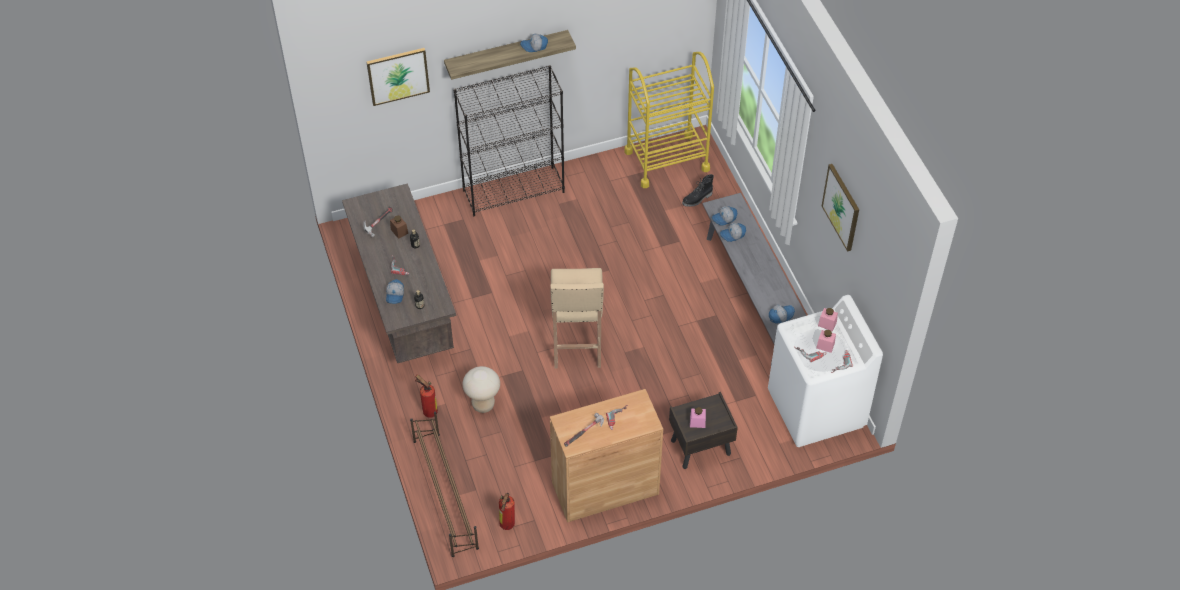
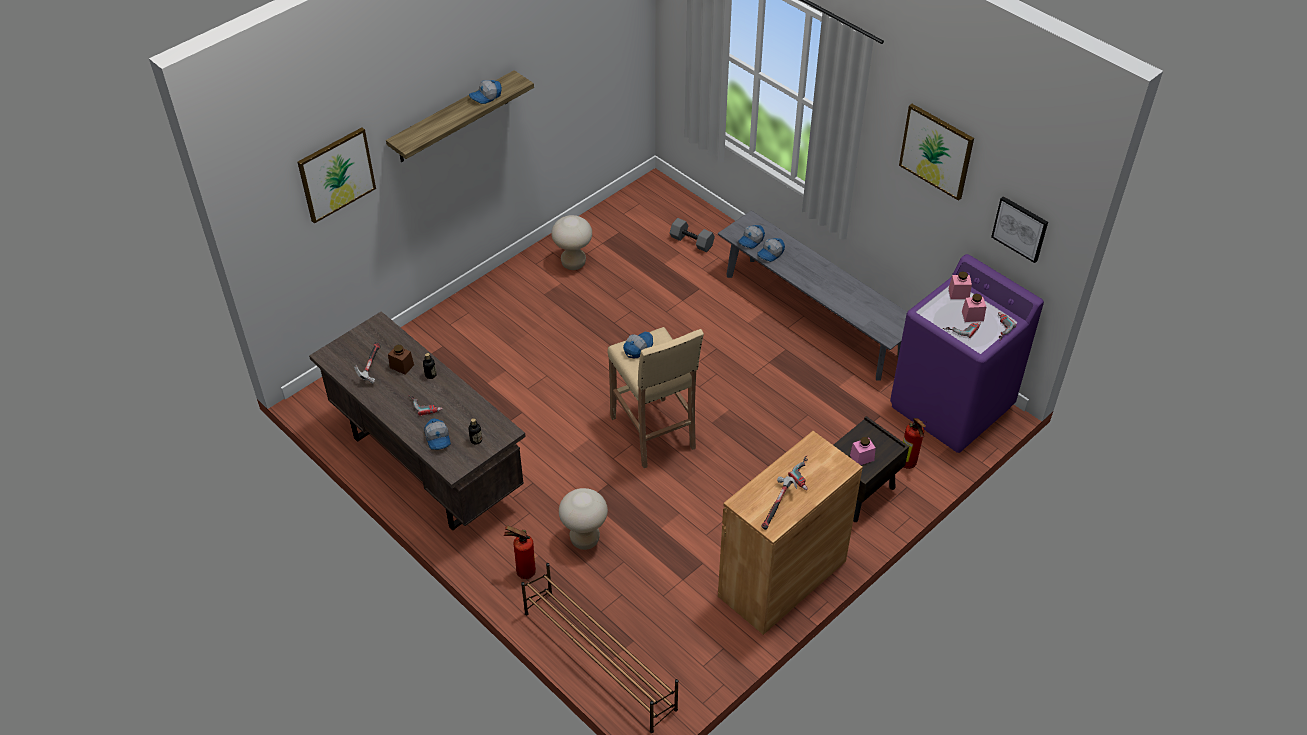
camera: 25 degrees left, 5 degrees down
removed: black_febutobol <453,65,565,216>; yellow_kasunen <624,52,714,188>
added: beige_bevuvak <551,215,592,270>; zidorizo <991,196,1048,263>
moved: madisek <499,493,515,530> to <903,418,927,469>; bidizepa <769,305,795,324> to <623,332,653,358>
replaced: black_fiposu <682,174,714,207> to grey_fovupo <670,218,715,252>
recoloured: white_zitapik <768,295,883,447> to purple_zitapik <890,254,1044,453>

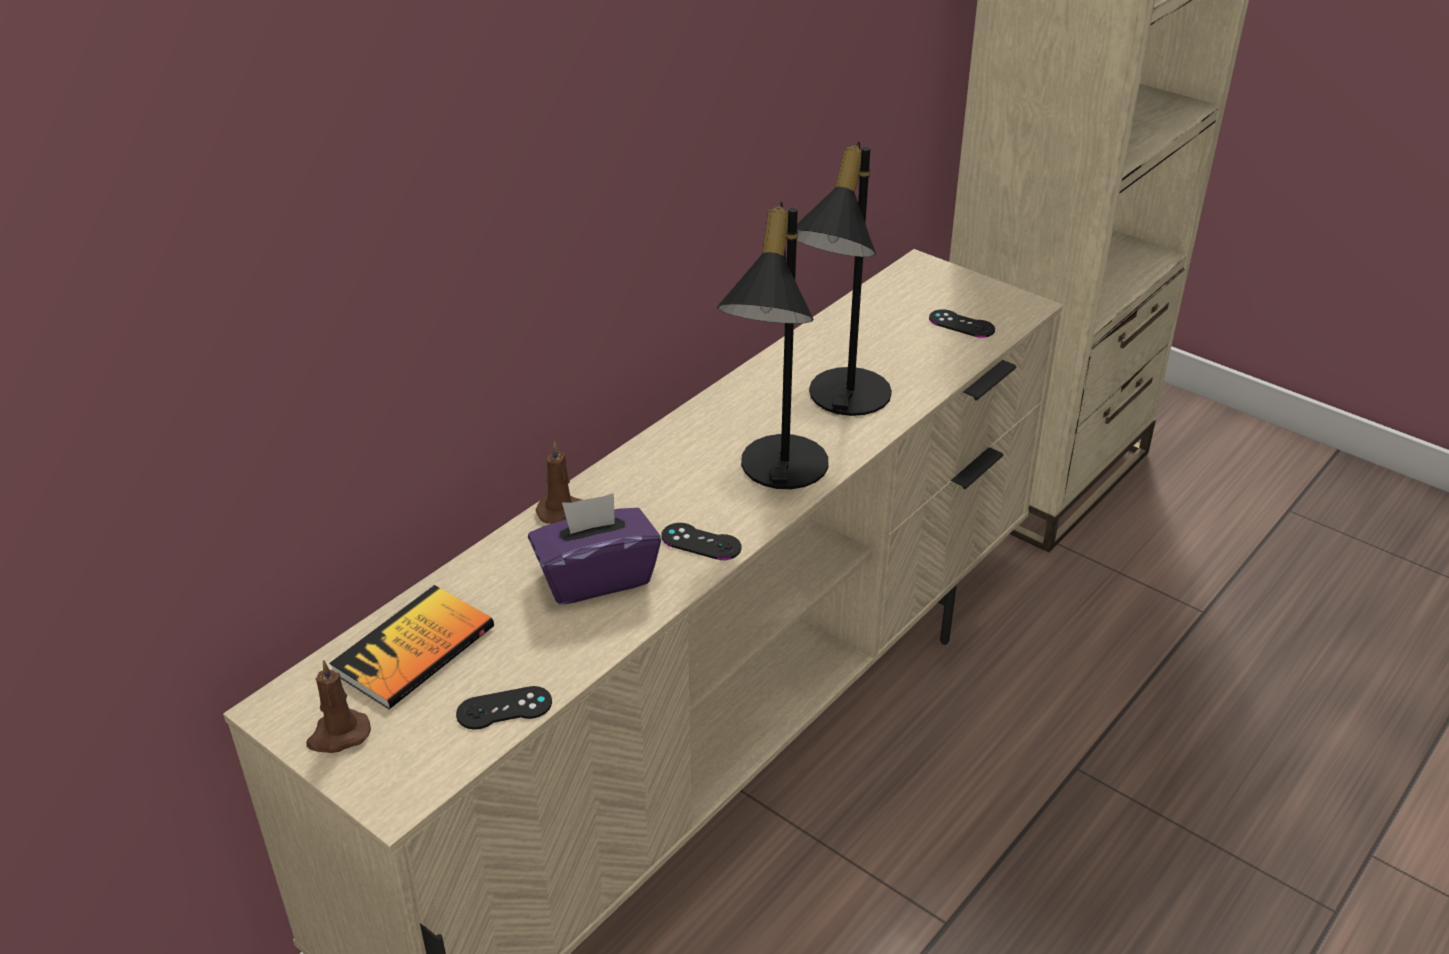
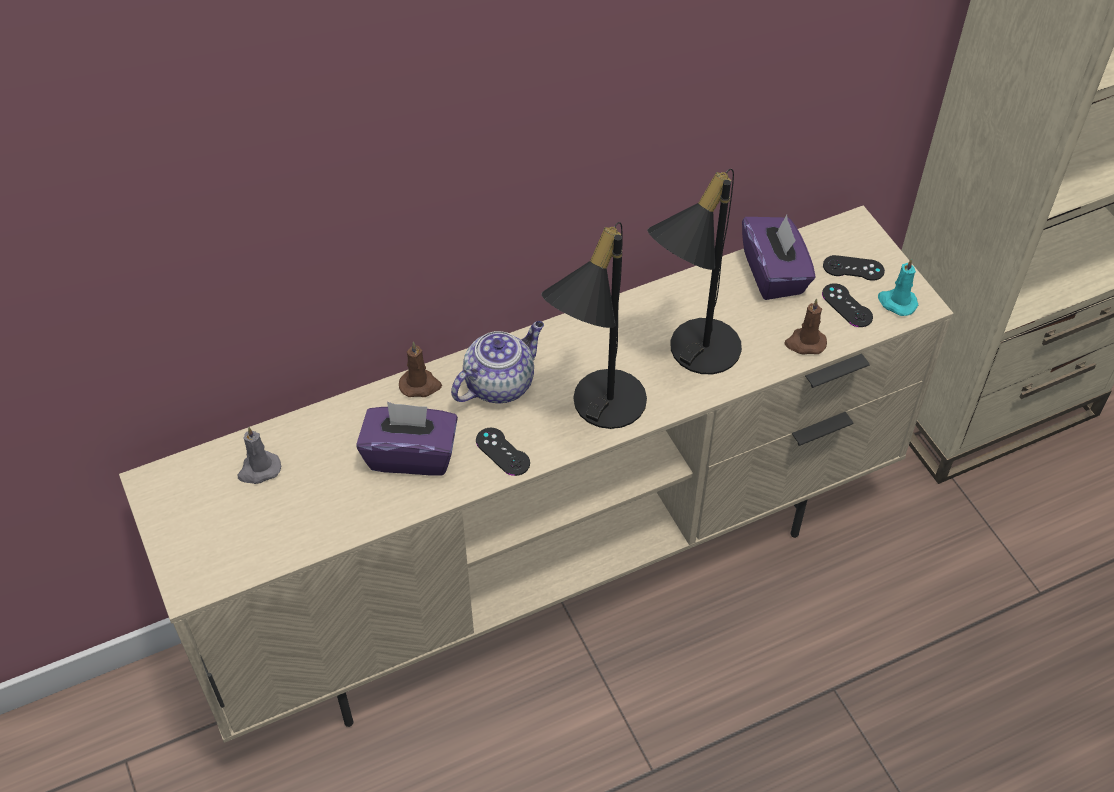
camera: 25 degrees right, 15 degrees up
added: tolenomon <451,321,544,403>; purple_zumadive <742,215,815,300>; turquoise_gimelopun <878,258,918,316>
moved: brown_gimelopun <306,660,371,753> to <784,298,827,355>; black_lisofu <456,686,552,730> to <823,255,885,281>
replaced: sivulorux <329,585,494,709> to grey_gimelopun <238,427,281,484>

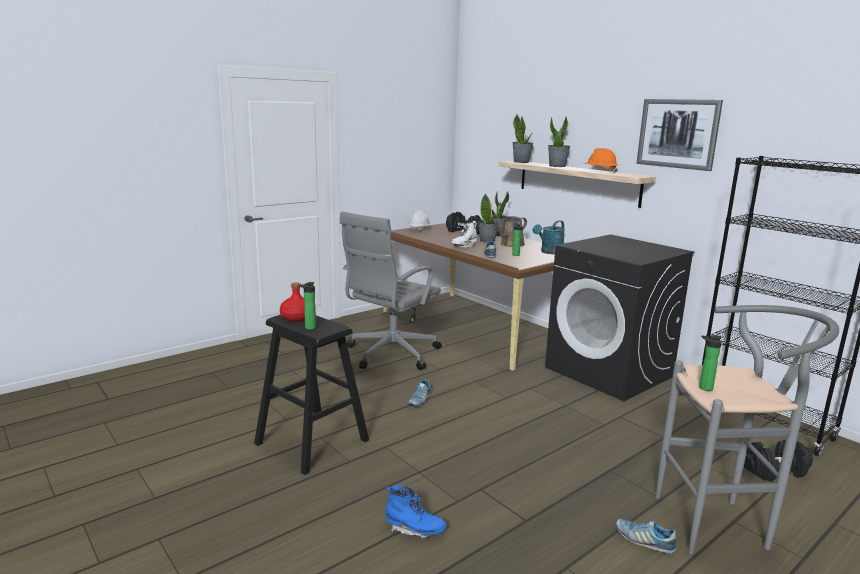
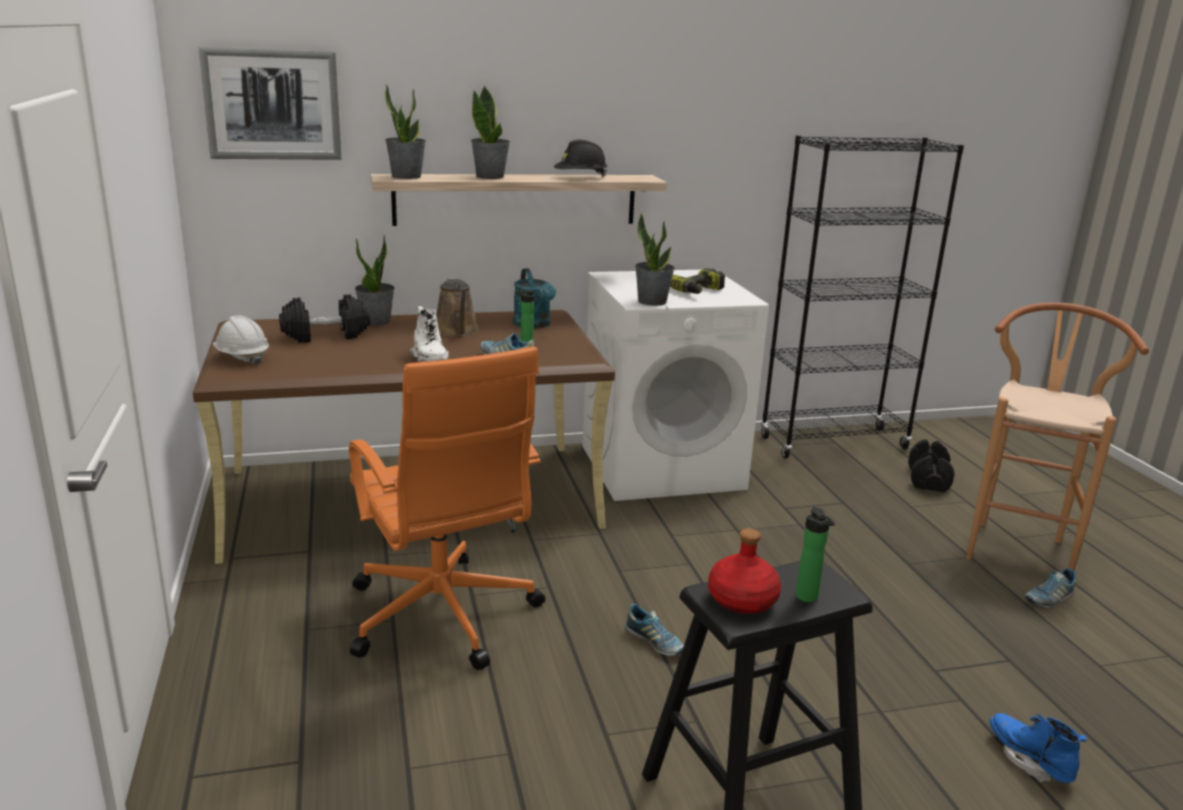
camera: 65 degrees left, 5 degrees up
removed: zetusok <699,335,722,391>
added: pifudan <670,268,725,294>
moved: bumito <478,194,499,243> to <635,213,675,306>; zidorizo <636,99,723,171> to <198,47,341,160>
recoloured: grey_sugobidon <339,211,442,370> to orange_sugobidon <349,347,545,670>; black_zitapik <545,234,695,401> to white_zitapik <582,269,769,501>; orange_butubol <584,148,618,173> to black_butubol <554,140,608,177>; grey_bevuvak <656,305,839,554> to brown_bevuvak <966,302,1149,570>
turned: blue_fiposu <386,484,447,538> = <989,713,1086,783> 75 degrees counterclockwise

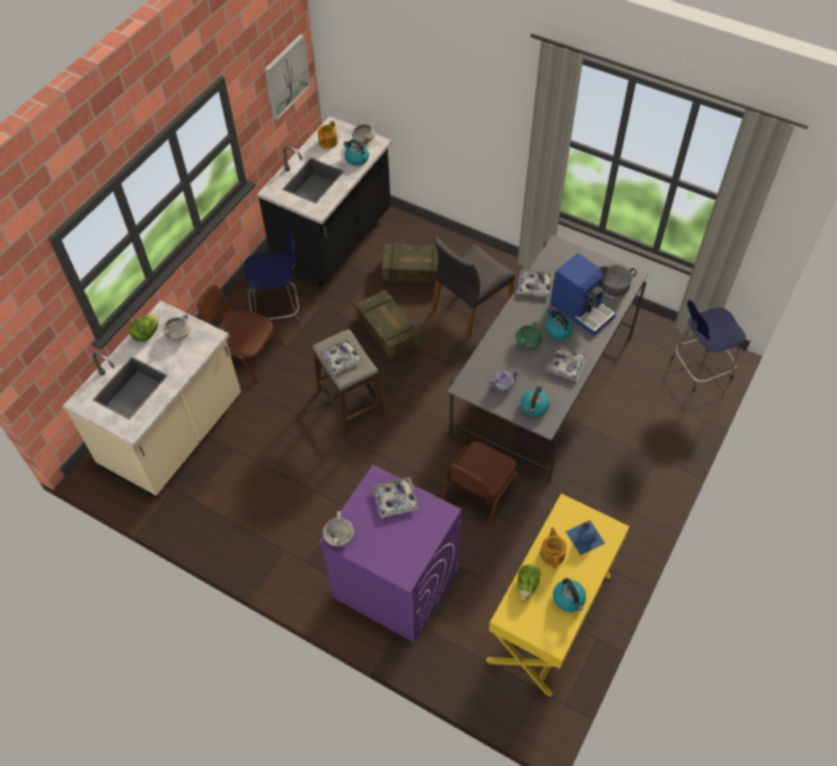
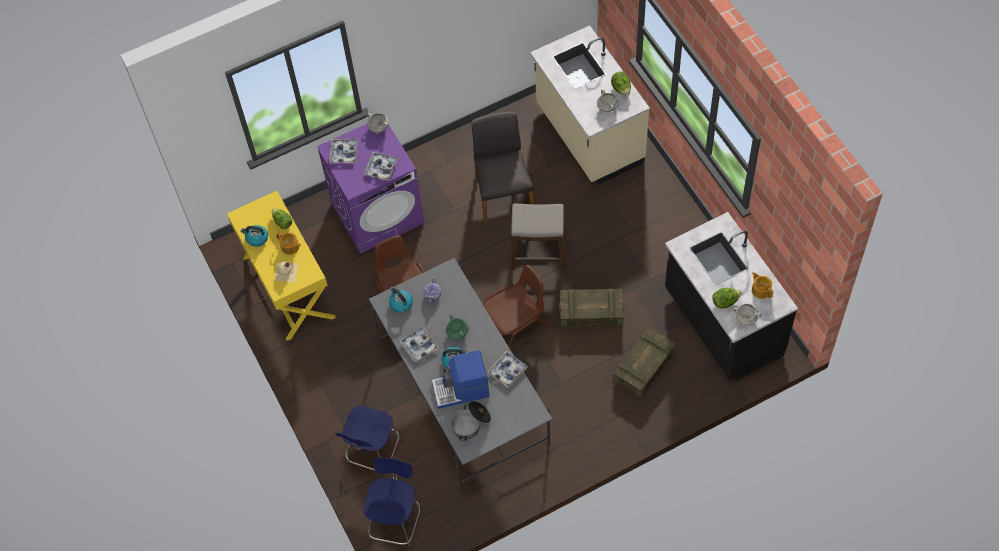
camera: 125 degrees right, 5 degrees up
removed: zidorizo <265,34,310,120>
moved: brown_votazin <197,284,283,383> to <483,264,548,348>; blue_bevuvak <244,228,300,324> to <335,405,402,478>; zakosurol <319,338,363,374> to <329,139,358,163>; grey_votazin <432,236,515,339> to <471,112,534,223>
replaced: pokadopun <343,139,369,166> to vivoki <713,288,742,309>
recoloured: blue_zetusok <565,520,605,555> to beige_zetusok <274,262,299,282>

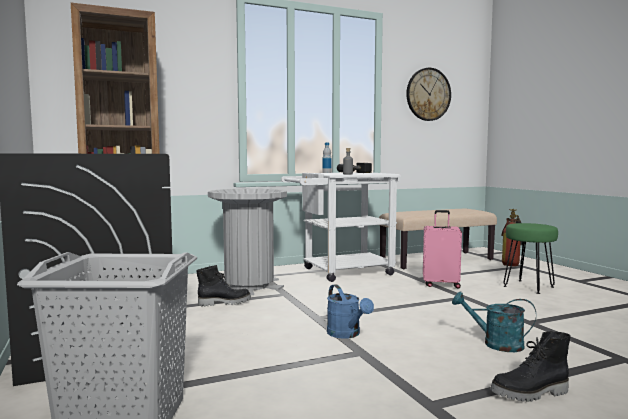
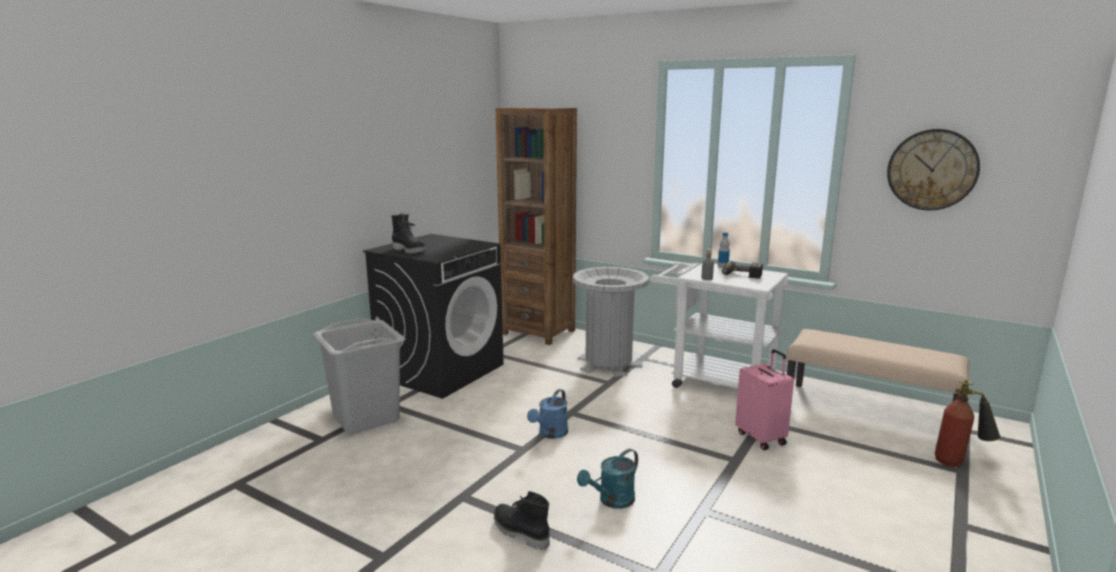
camera: 55 degrees right, 10 degrees up
removed: green_bevuvak <503,223,558,294>
moved: black_fiposu <196,265,251,306> to <391,214,426,254>
turned: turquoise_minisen <452,292,536,352> = <577,449,638,509> 120 degrees counterclockwise

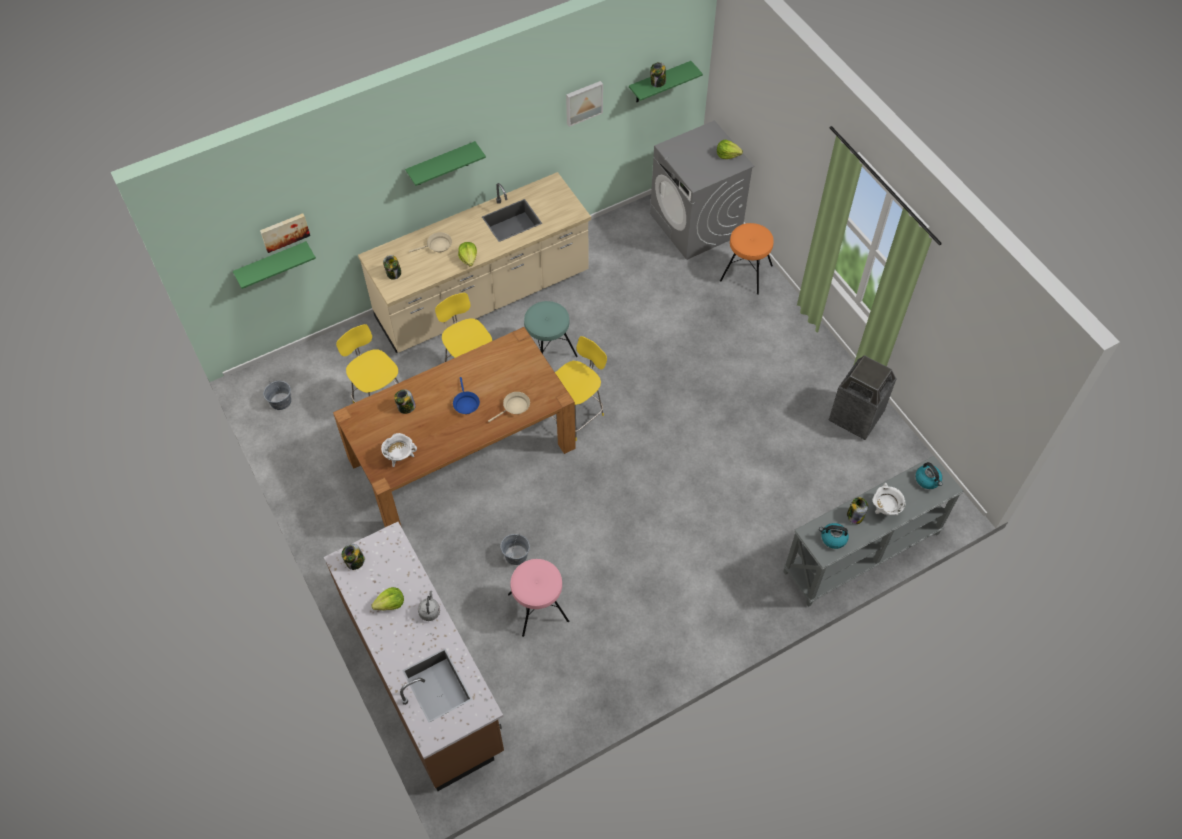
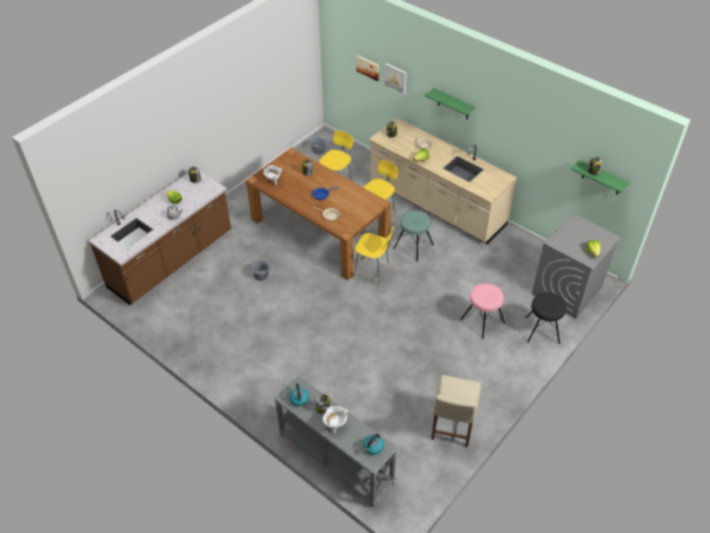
camera: 70 degrees right, 10 degrees down
removed: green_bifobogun <233,241,316,289>
moved: pink_bevuvak <508,559,569,637> to <460,283,505,339>; zidorizo <566,81,603,127> to <384,63,407,95>
replaced: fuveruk <829,355,897,440> to beige_votazin <431,375,481,447>
recoloured: orange_bevuvak <720,223,774,295> to black_bevuvak <525,292,566,344>

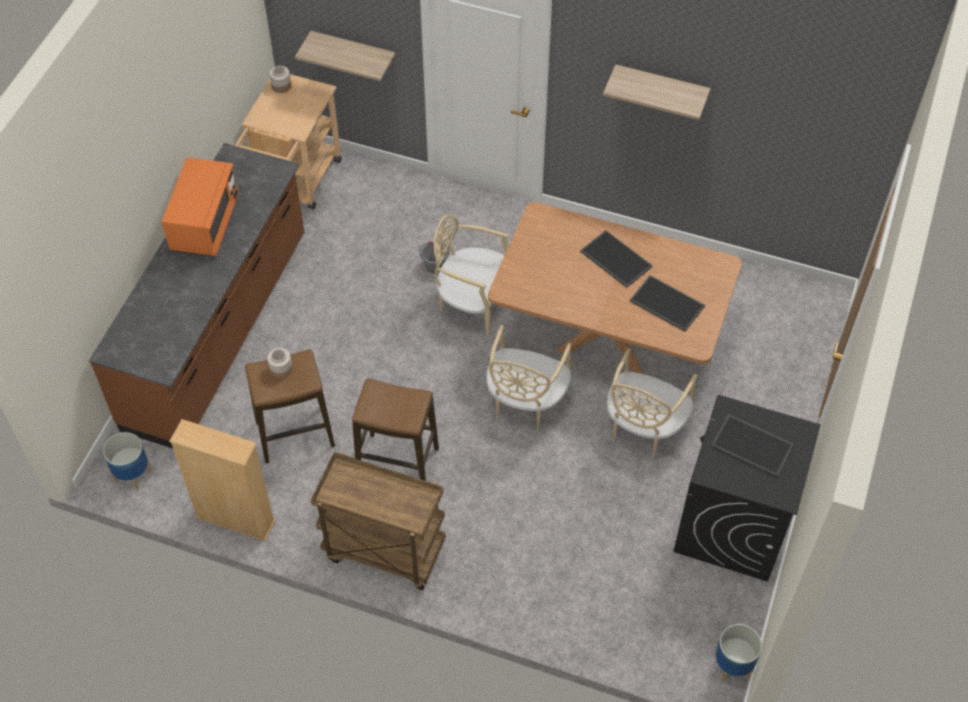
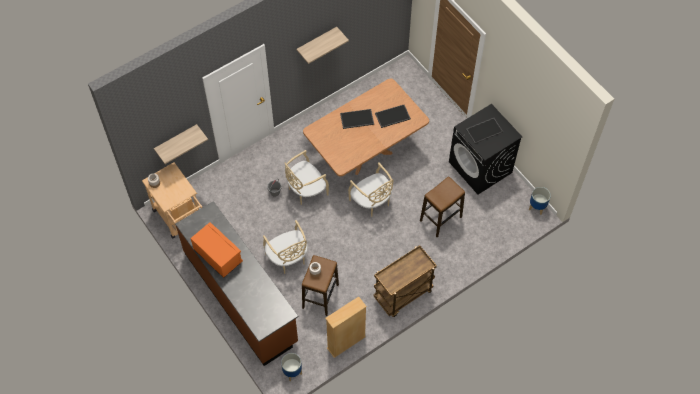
camera: 55 degrees left, 5 degrees up
moved: bevuvak <352,379,439,481> to <420,176,465,237>; beige_votazin <607,348,697,458> to <263,220,308,274>

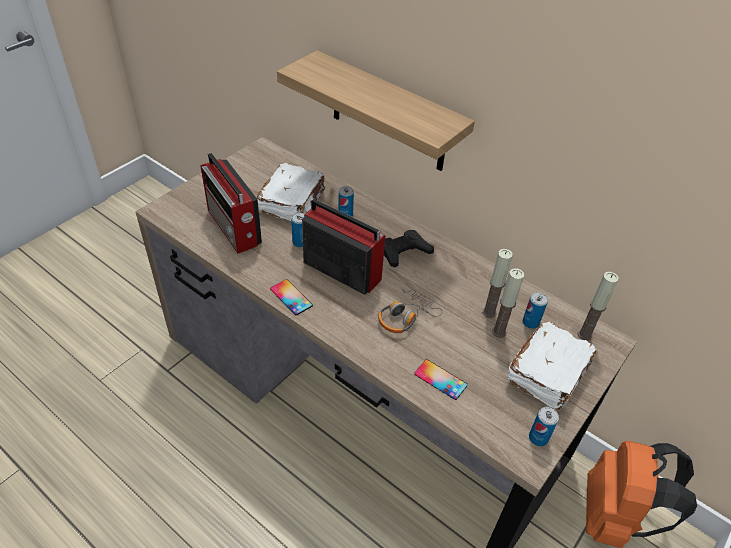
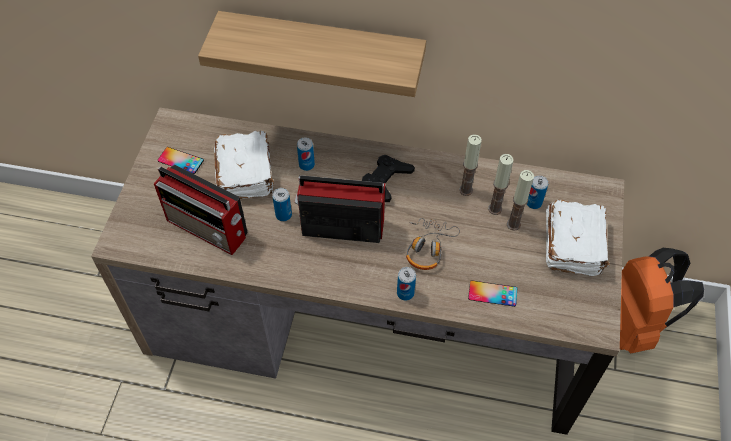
camera: 25 degrees left, 10 degrees up
moved: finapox <270,279,313,315> to <158,147,204,174>; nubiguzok <529,407,559,446> to <397,267,416,301>; gimelopun <577,272,619,341> to <459,134,482,196>

